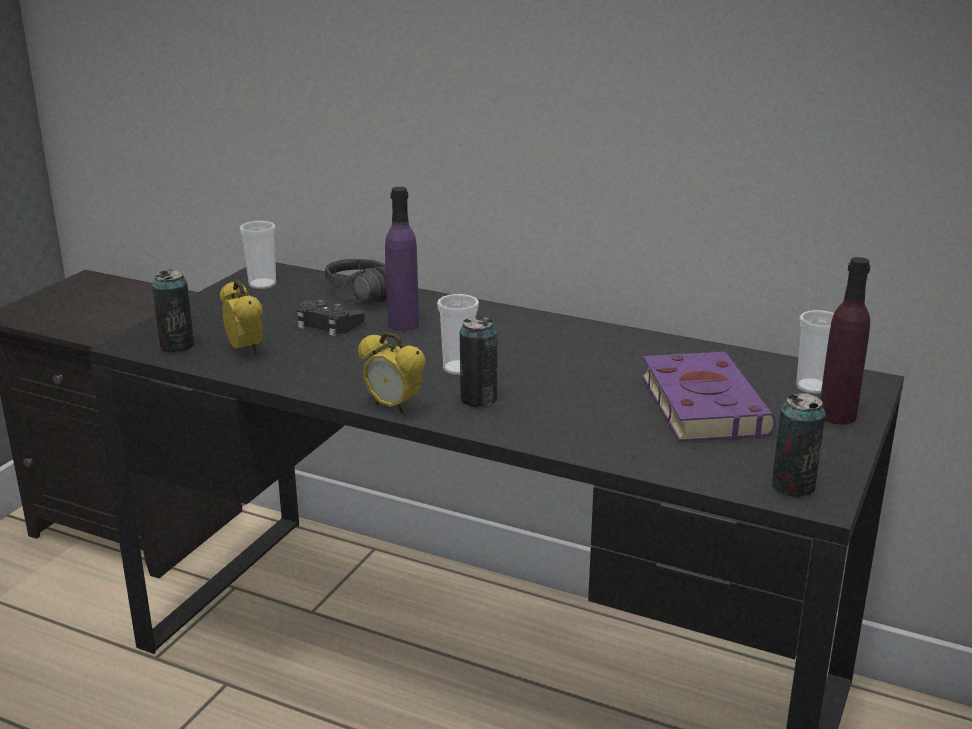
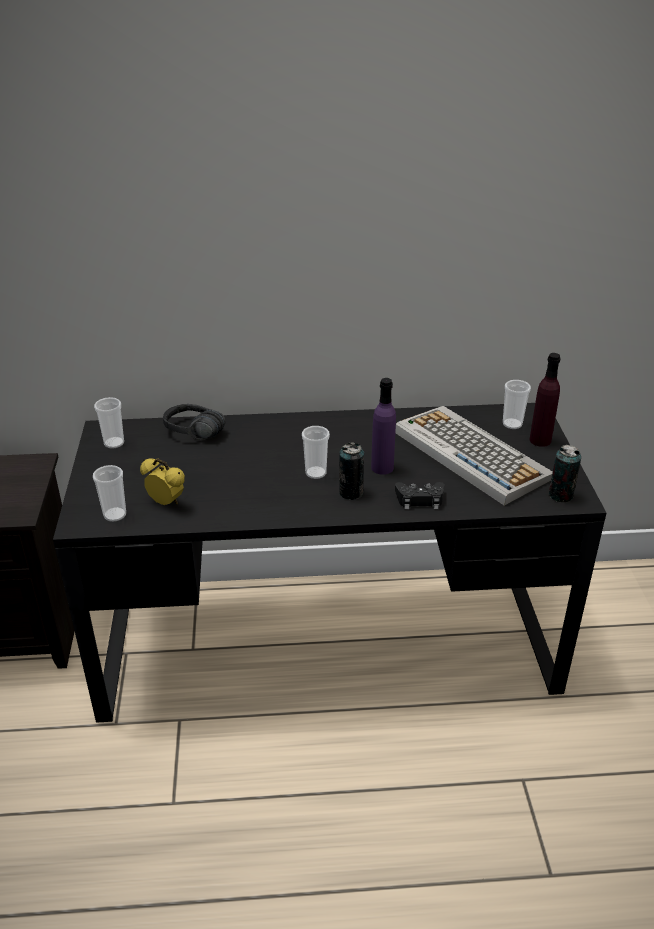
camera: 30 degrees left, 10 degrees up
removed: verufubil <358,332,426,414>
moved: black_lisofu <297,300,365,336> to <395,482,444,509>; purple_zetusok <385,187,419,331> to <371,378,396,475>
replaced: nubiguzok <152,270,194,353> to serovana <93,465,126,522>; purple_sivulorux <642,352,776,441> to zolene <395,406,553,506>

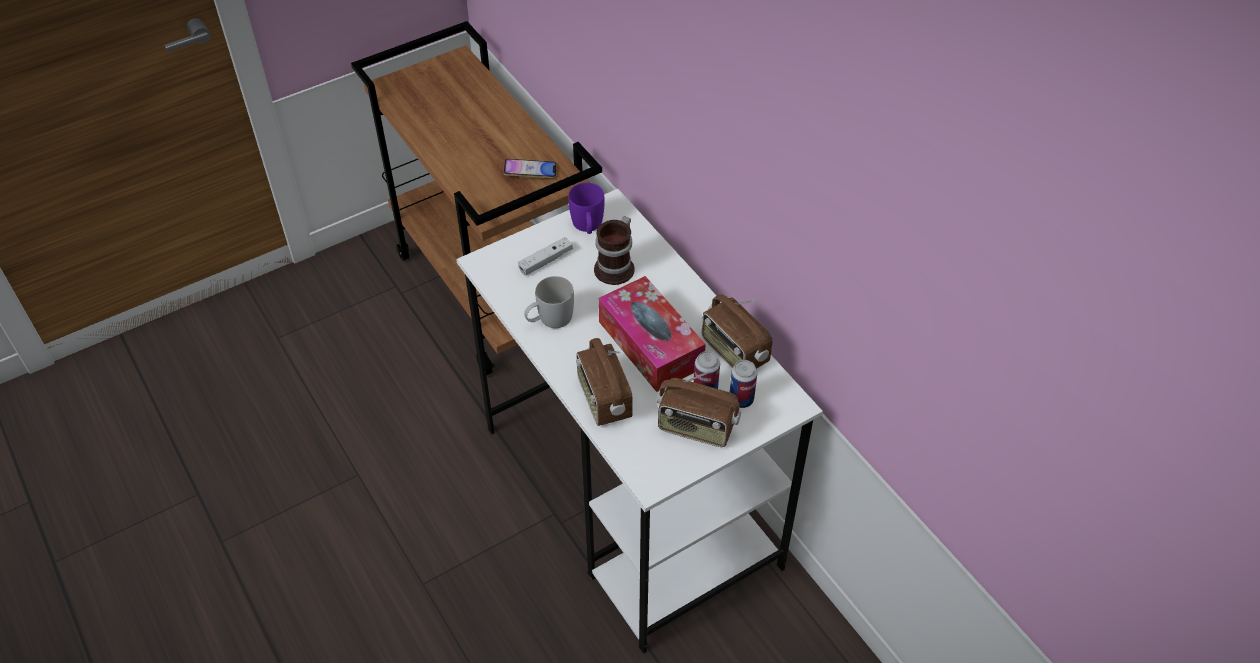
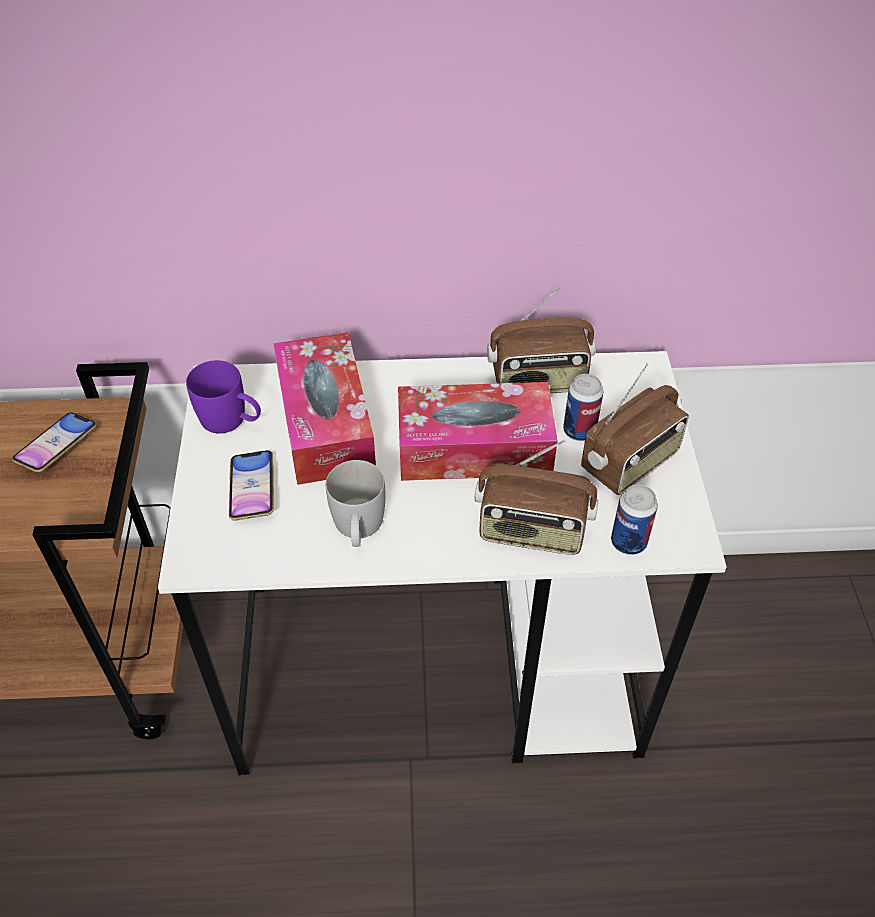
camera: 60 degrees left, 0 degrees up
moved: nubiguzok <730,360,757,408> to <611,484,658,555>
replaced: white_lisofu <518,237,573,276> to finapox <229,450,274,521>; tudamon <594,216,635,285> to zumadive <273,332,376,485>

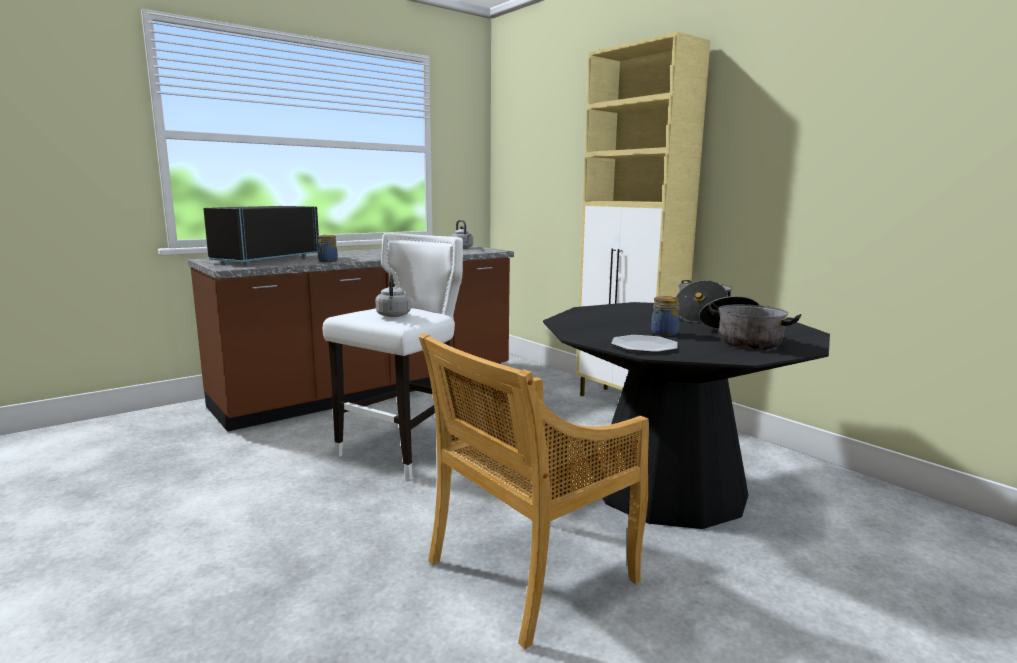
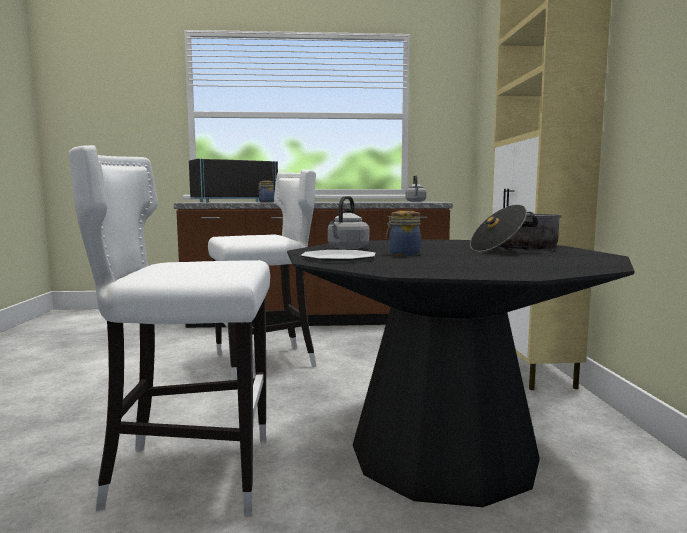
camera: 35 degrees right, 5 degrees down
removed: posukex <699,296,801,350>
moved: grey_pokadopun <376,273,411,317> to <328,196,370,250>
replaced: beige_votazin <419,333,649,649> to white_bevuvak <69,145,270,516>

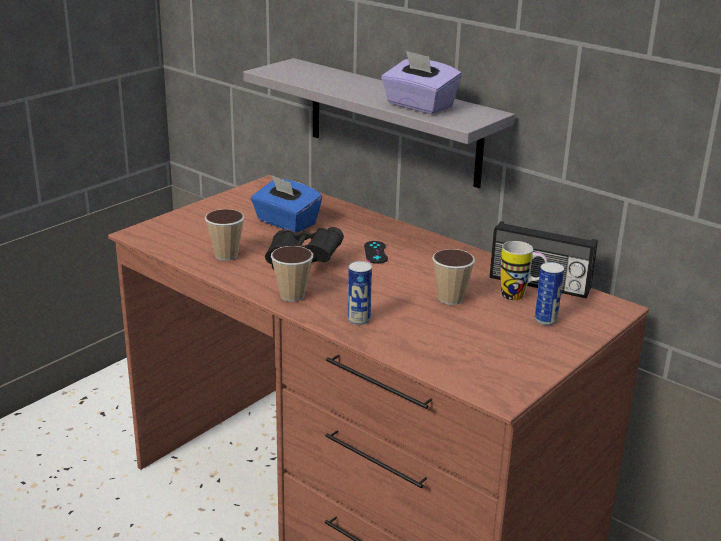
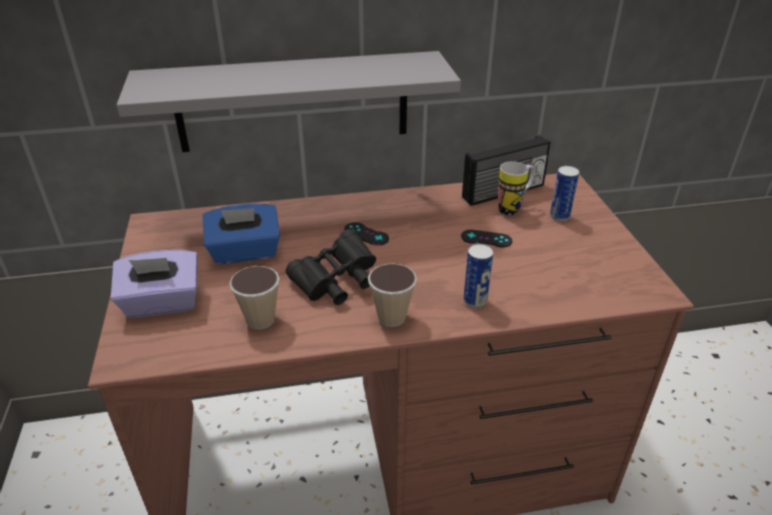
camera: 50 degrees left, 10 degrees up
moved: purple_zumadive <381,50,462,114> to <111,250,198,318>
replaced: serovana <432,249,475,305> to black_lisofu <461,230,512,248>

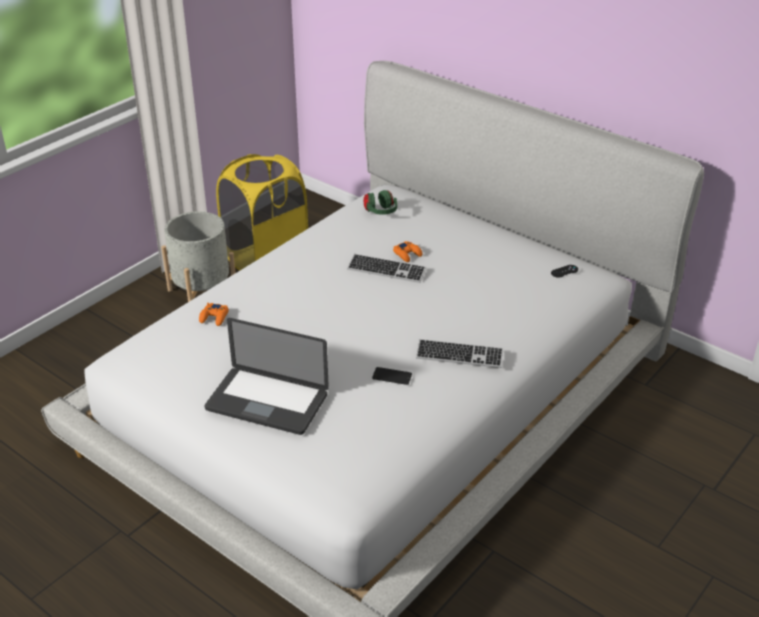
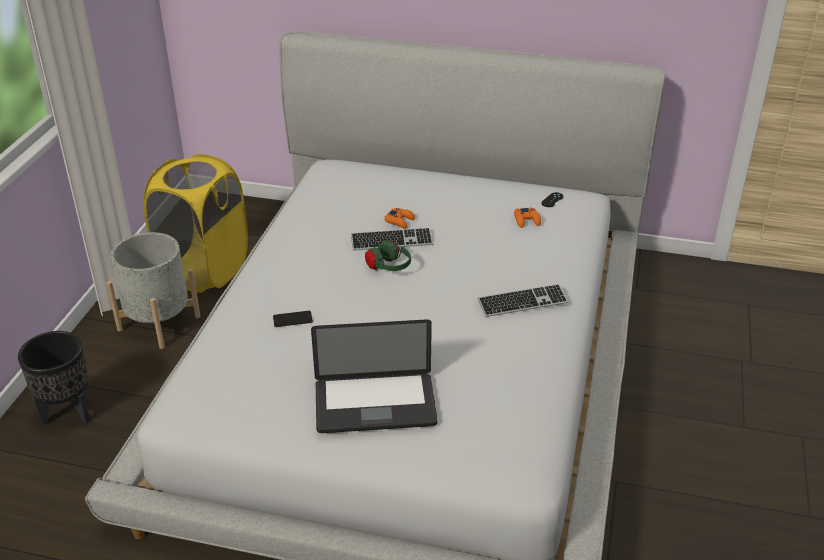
camera: 25 degrees left, 0 degrees up
added: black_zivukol <18,331,90,425>
moved: orange_lisofu <199,303,229,326> to <514,207,541,228>; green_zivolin <364,190,397,215> to <365,240,411,271>; finapox <372,367,412,385> to <273,311,313,327>

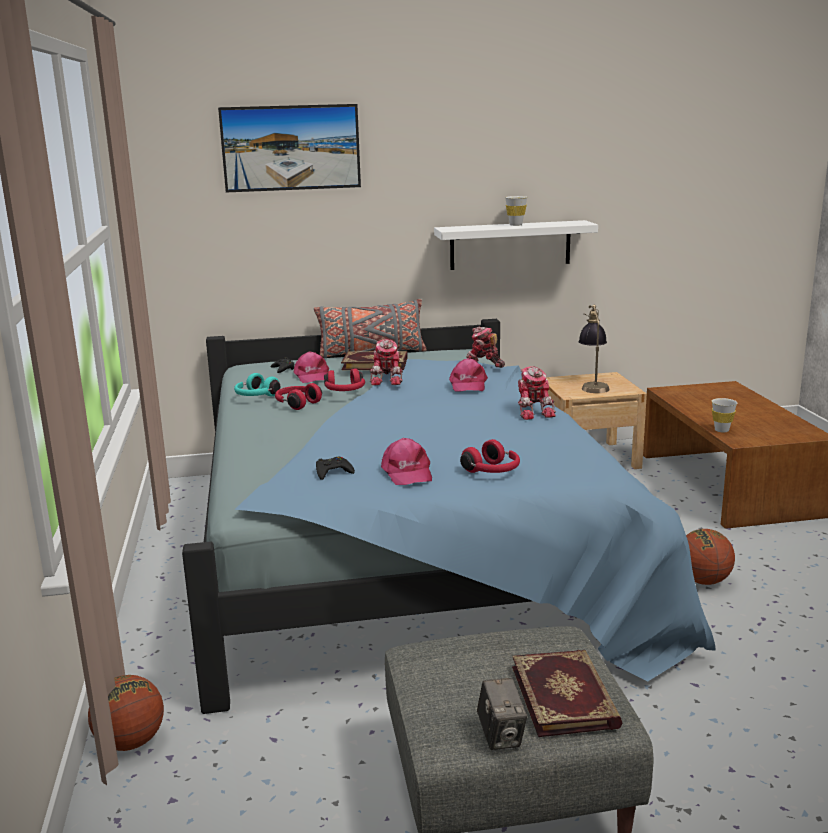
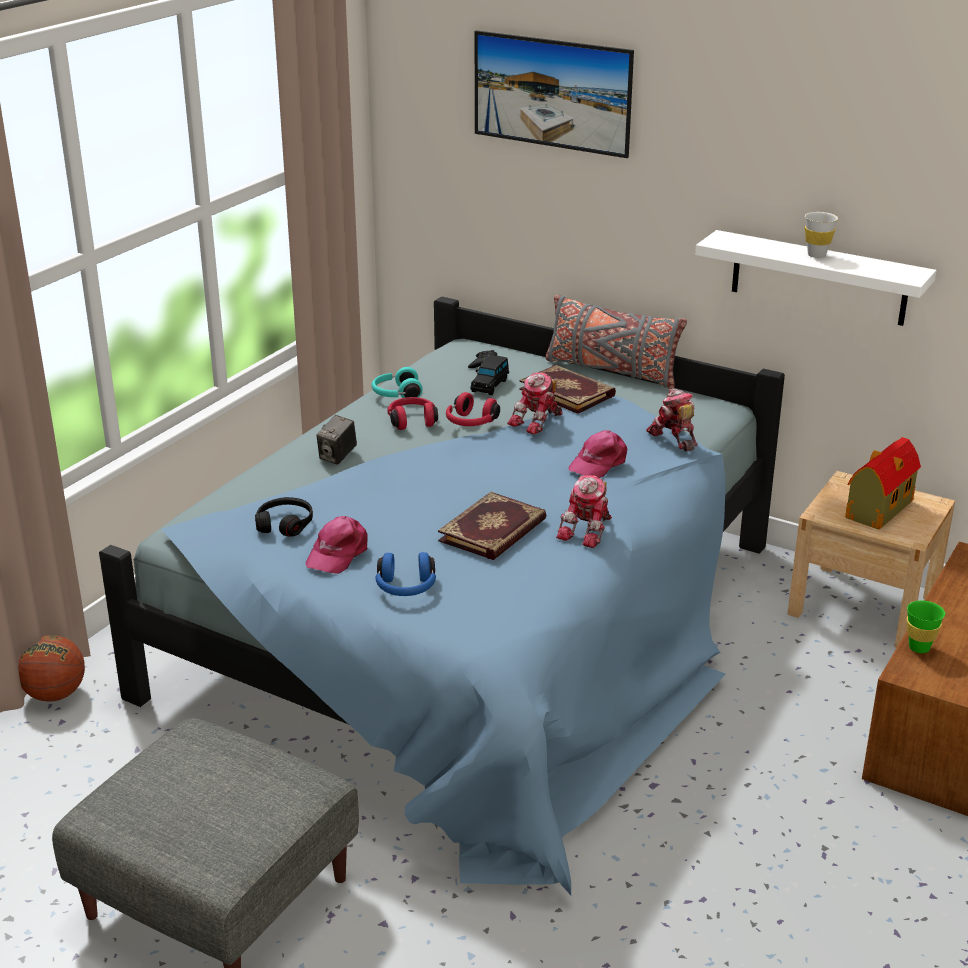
camera: 40 degrees right, 10 degrees up
removed: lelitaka <686,529,735,585>
moved: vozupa <477,678,527,750> to <317,415,357,465>; sivulorux <512,650,622,737> to <438,492,547,560>
replaced: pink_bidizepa <293,352,329,383> to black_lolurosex <470,355,509,395>; black_lisofu <316,457,355,480> to black_zivolin <255,497,313,537>; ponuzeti <578,304,610,393> to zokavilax <845,437,921,530>
recoloured: red_zivolin <460,439,520,473> to blue_zivolin <375,552,436,596>; white_serovana <712,398,737,432> to green_serovana <906,600,945,653>

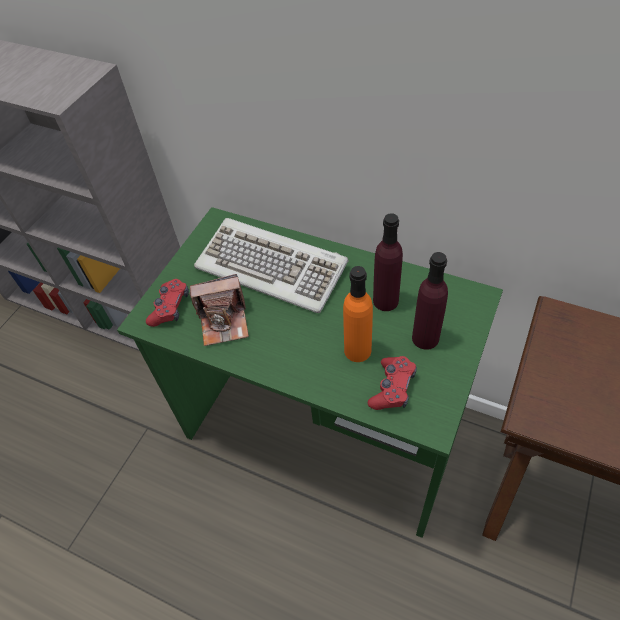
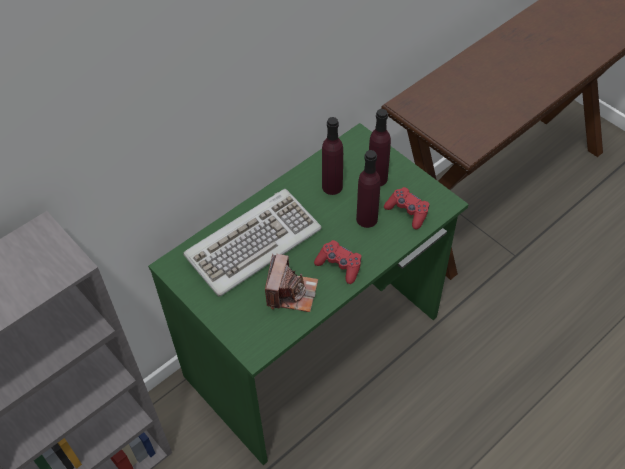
camera: 70 degrees left, 0 degrees up
moved: red_lisofu <146,279,189,327> to <314,240,361,284>
recoloured: orange_zetusok <343,266,373,362> to purple_zetusok <356,150,380,228>

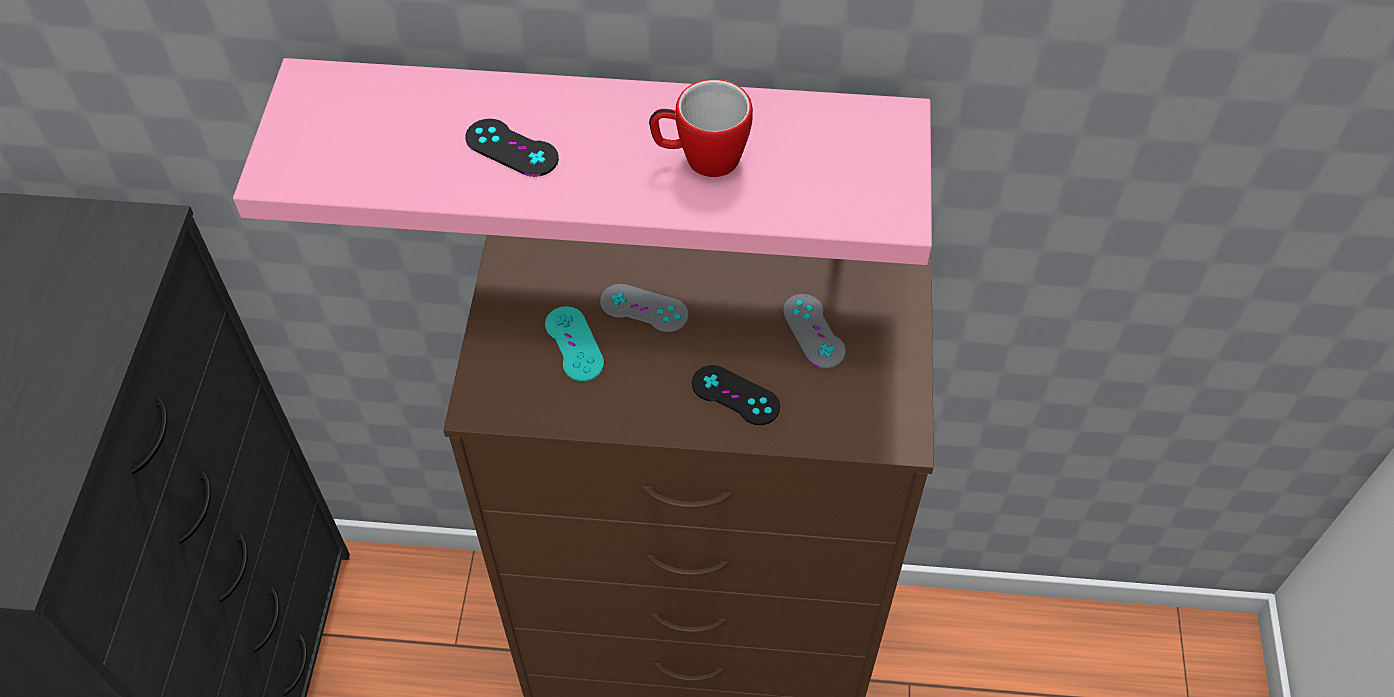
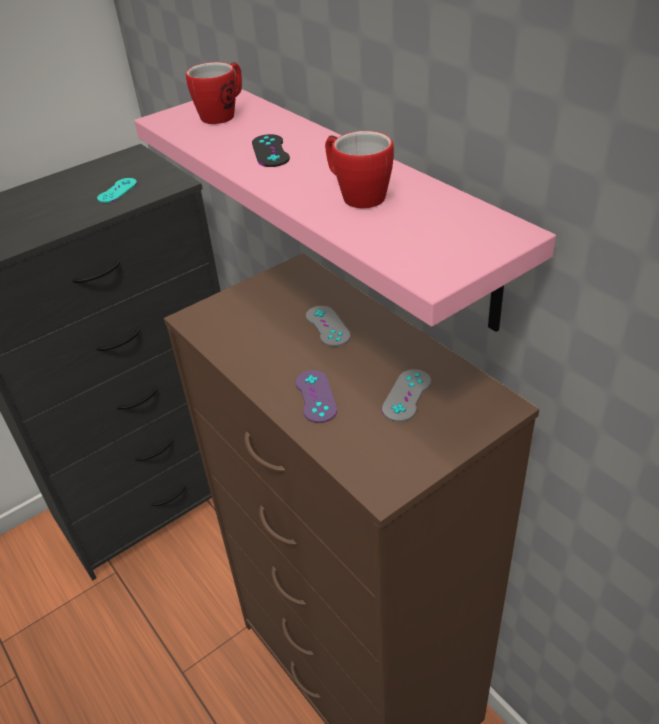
camera: 50 degrees right, 15 degrees down
added: tudamon <186,62,242,124>
moved: turquoise_lisofu <545,306,604,381> to <97,178,137,203>
recoloured: black_lisofu <692,365,780,425> to purple_lisofu <296,370,337,423>

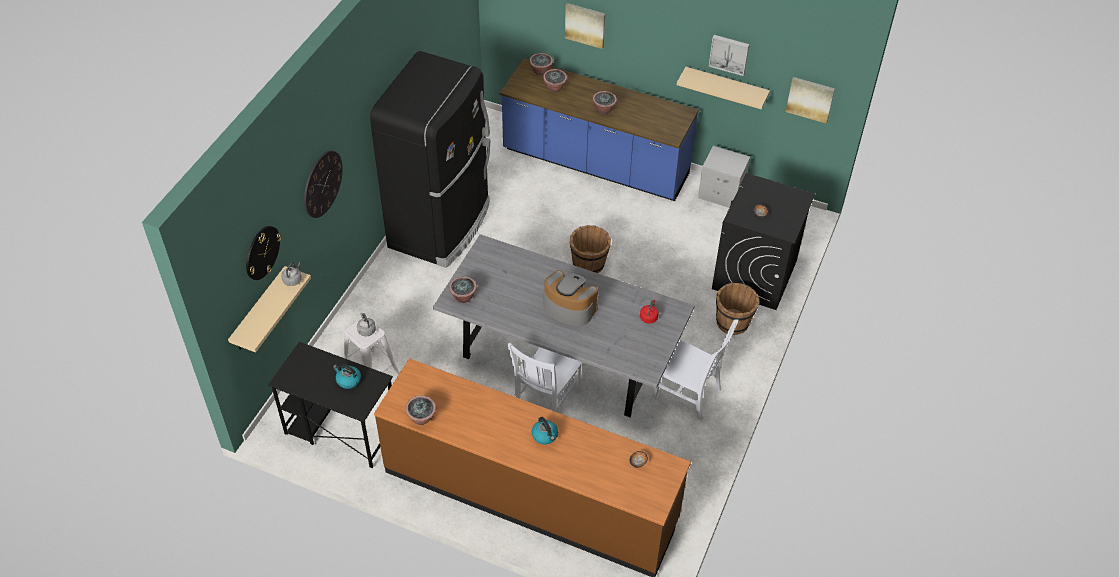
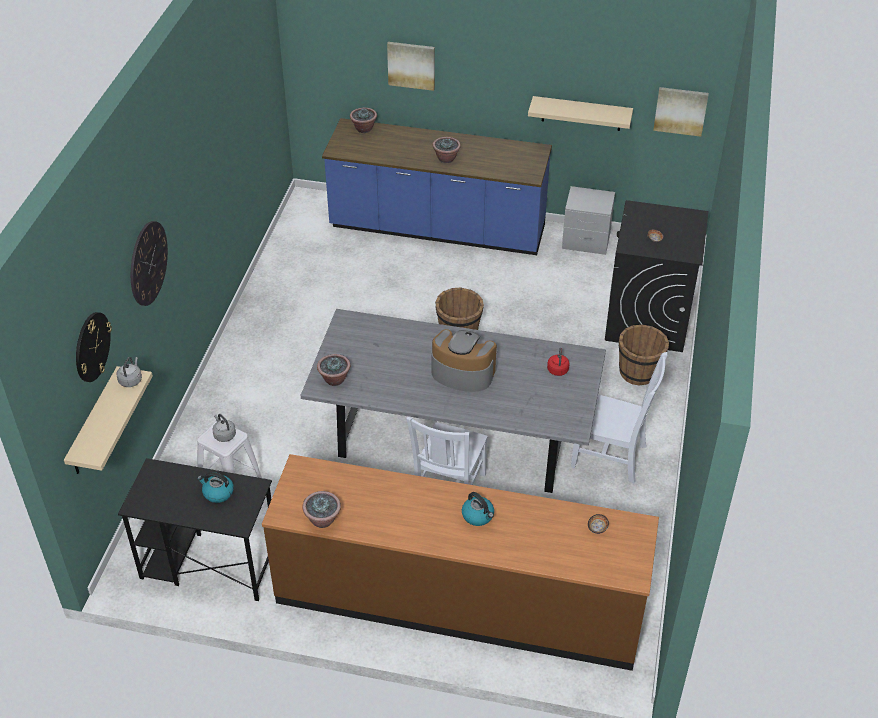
camera: 10 degrees left, 5 degrees down
removed: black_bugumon <370,51,490,268>; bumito <543,69,567,92>; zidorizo <709,35,749,76>

